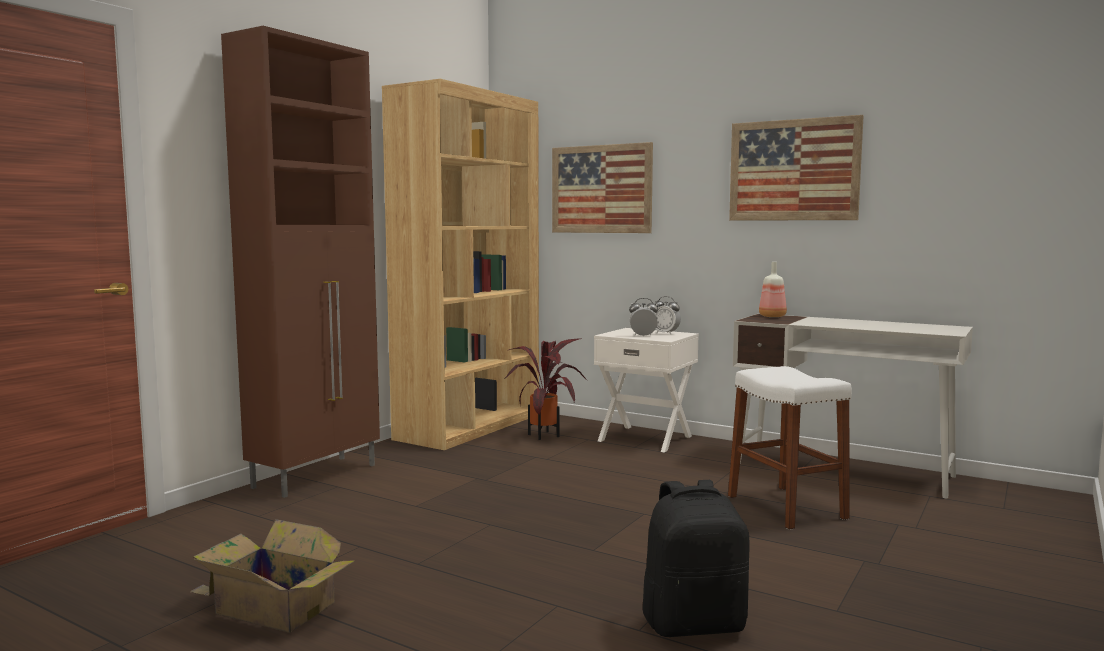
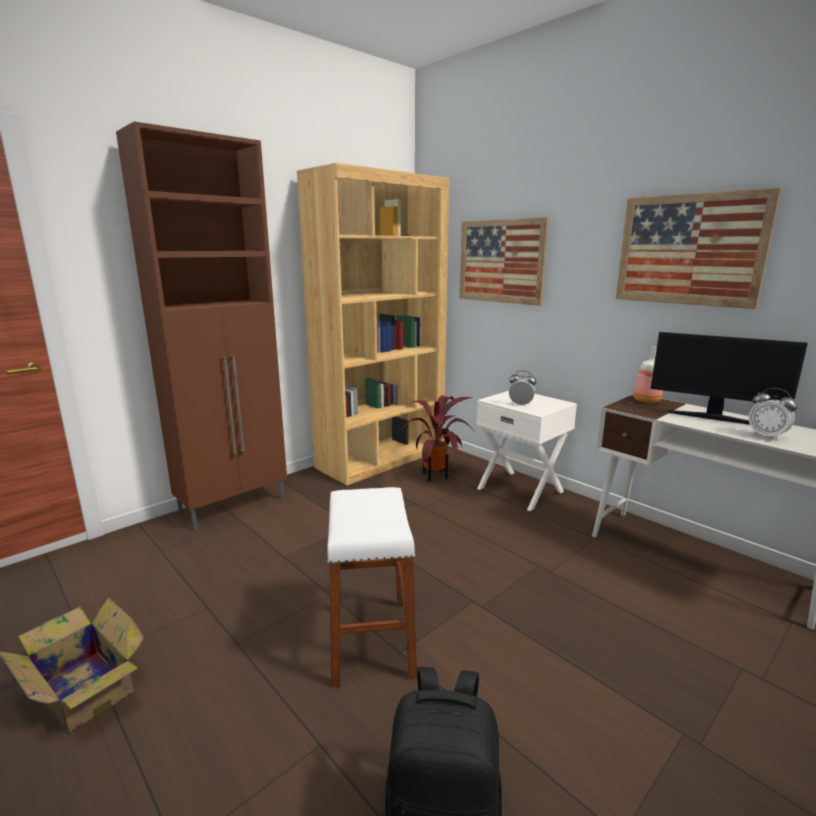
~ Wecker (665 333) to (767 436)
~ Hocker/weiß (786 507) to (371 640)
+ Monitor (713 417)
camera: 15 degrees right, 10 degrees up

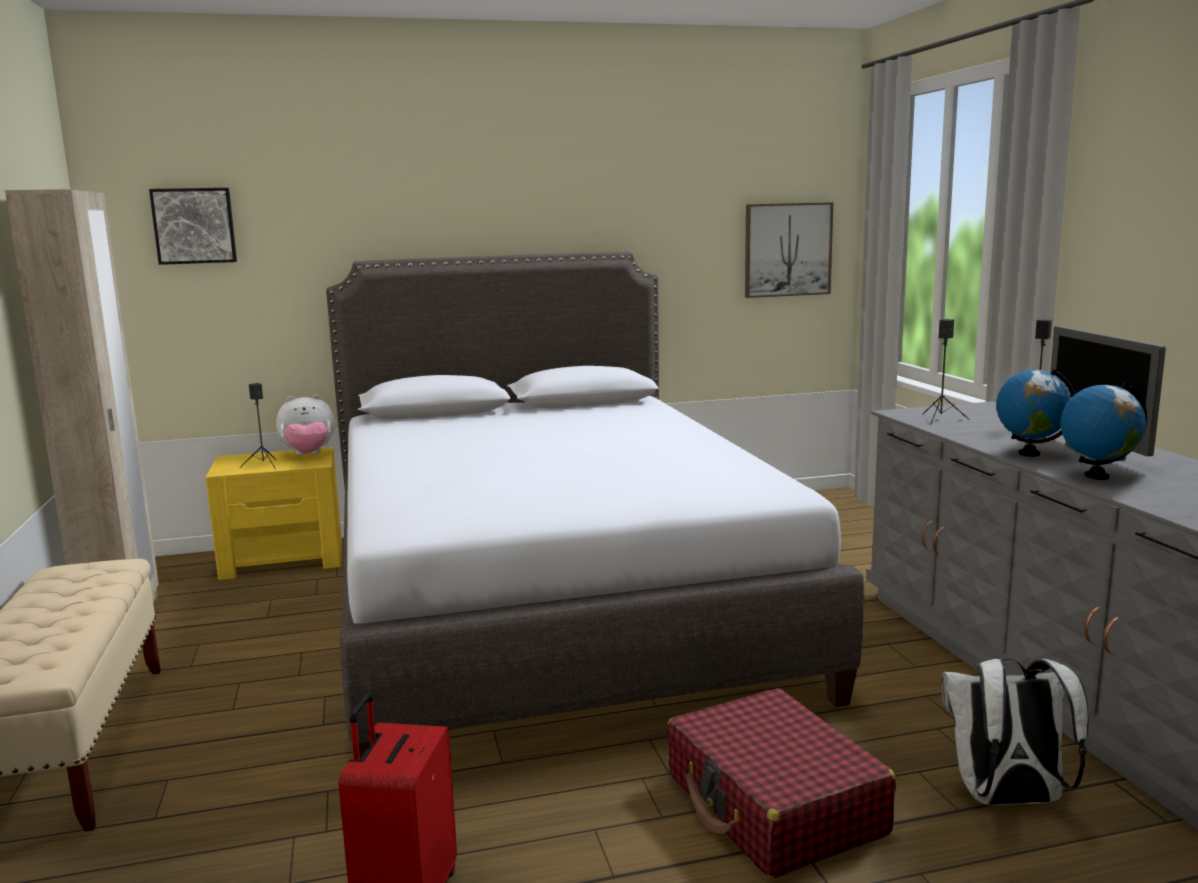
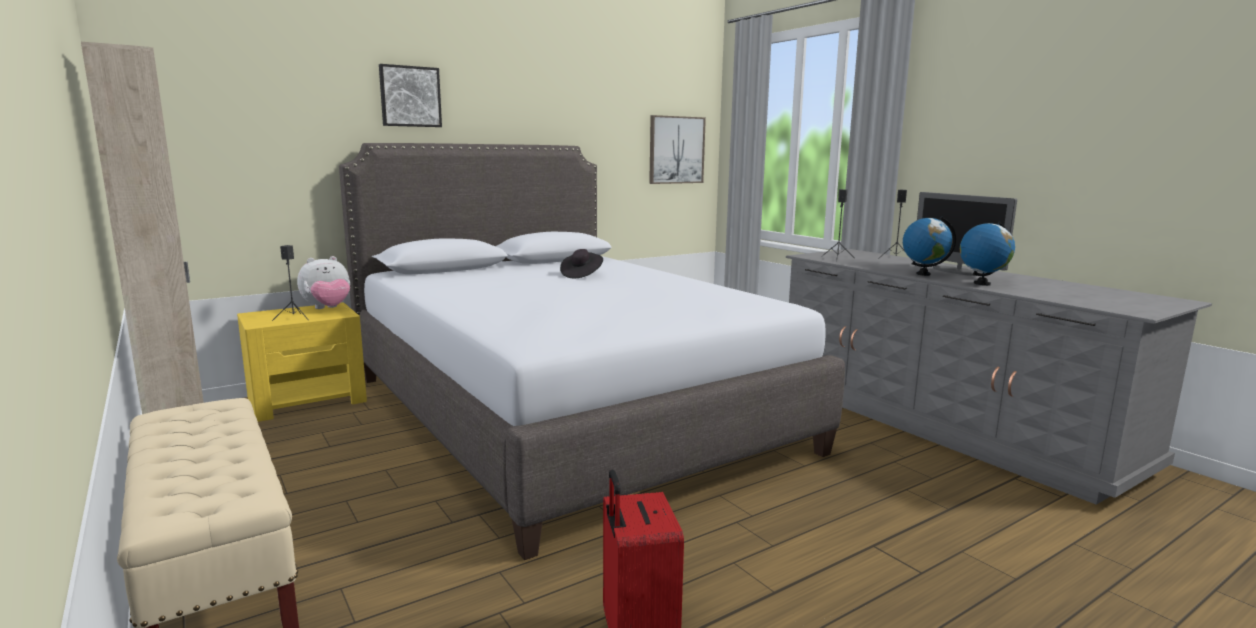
~ Bild (194 226) to (410 96)
- Koffer/rot (774 805)
- Rucksack/weiß (1007 800)
+ Hut/schwarz (581 275)
camera: 20 degrees left, 0 degrees up

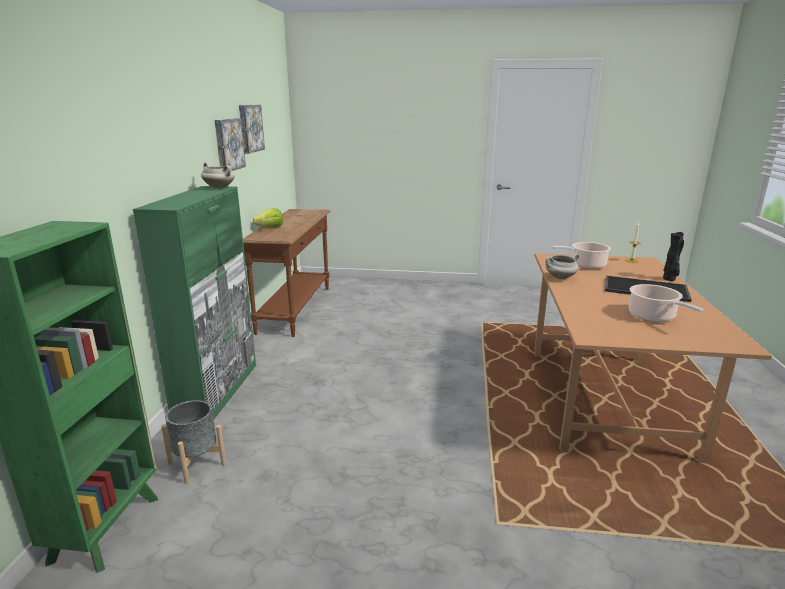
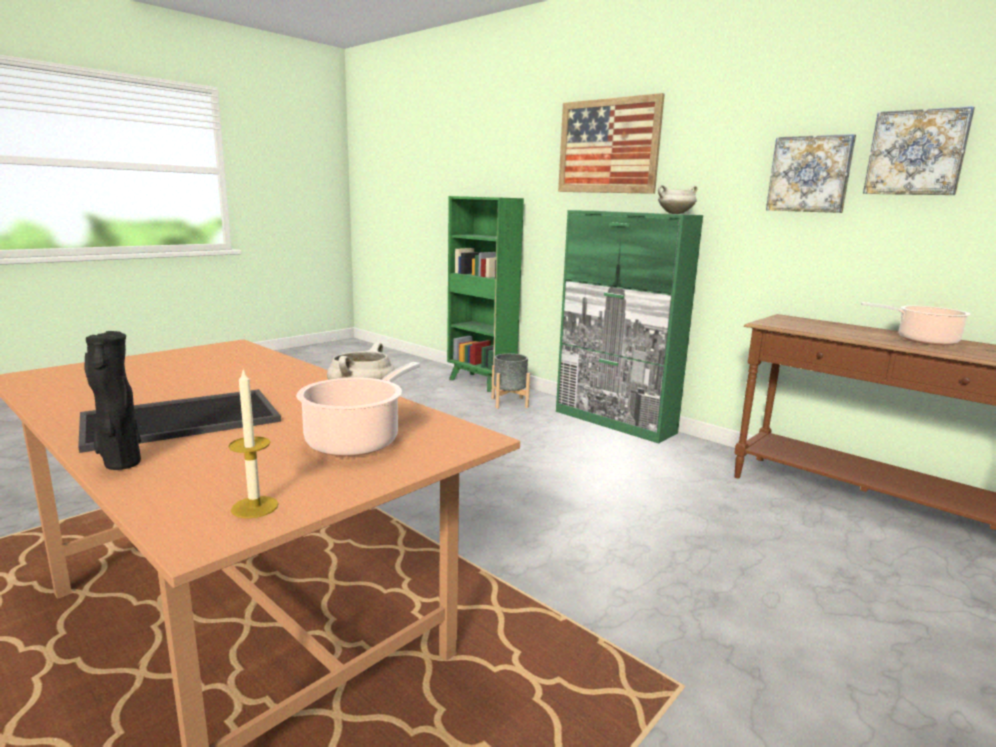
- Salatkopf (270 227)
~ Kochtopf (653 317) to (922 340)
+ Bild (608 146)
camera: 125 degrees right, 5 degrees down

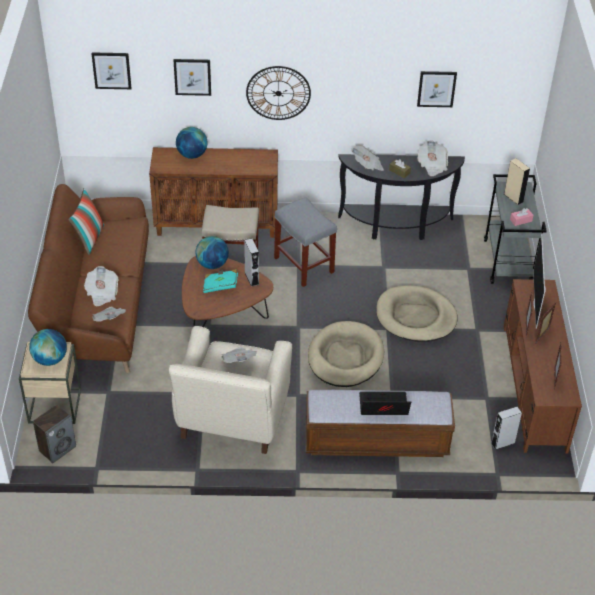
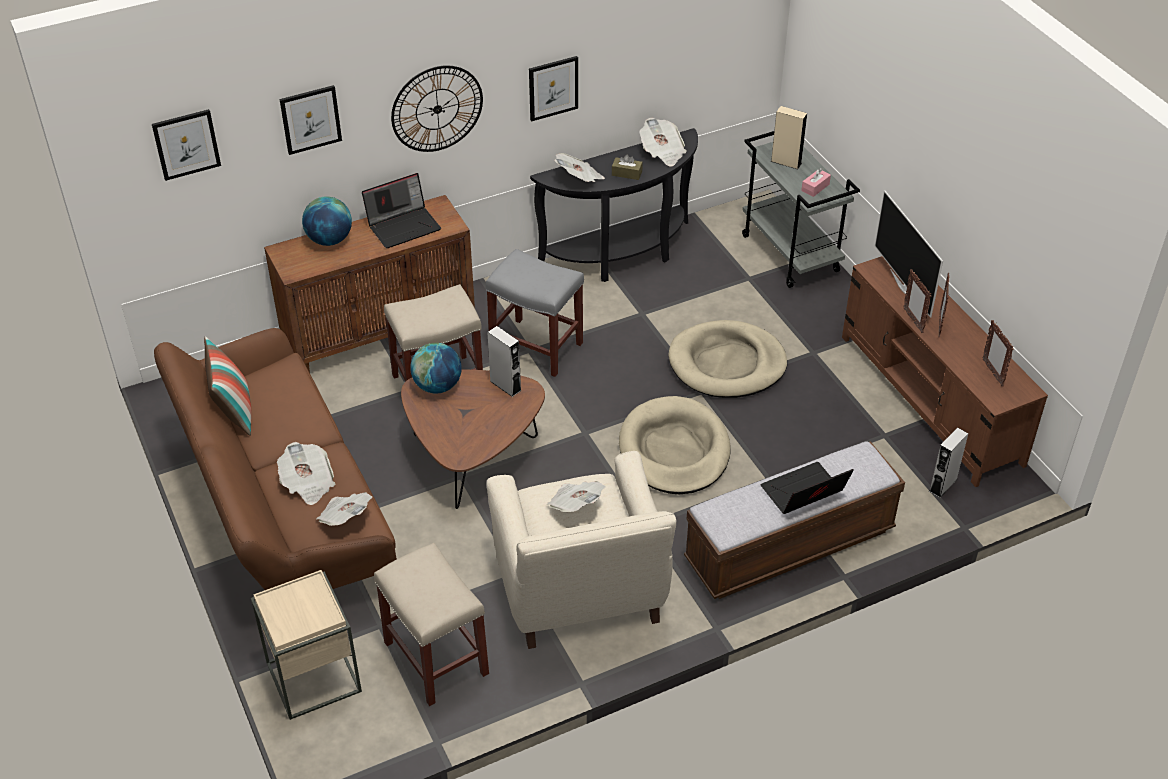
- Globus (50 359)
- Lautsprecher (57 448)
- Buch/türkis (220 286)
~ Bild (436 88) to (553 88)
+ Laptop (404 225)
+ Hocker/beige (435 657)
camera: 25 degrees left, 0 degrees up

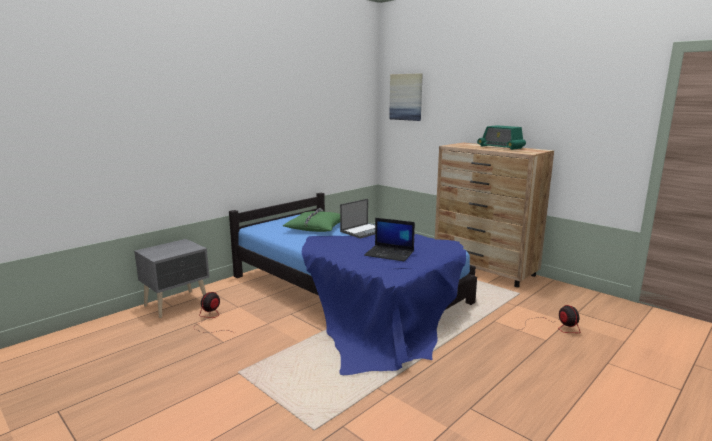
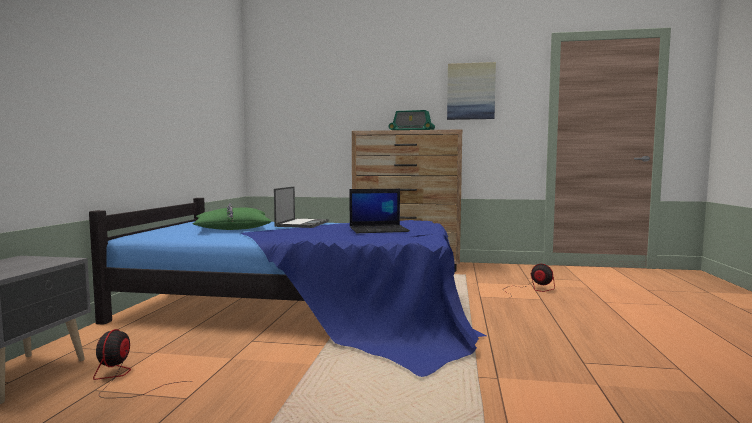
~ Bild (406 97) to (471 91)
camera: 35 degrees left, 10 degrees down

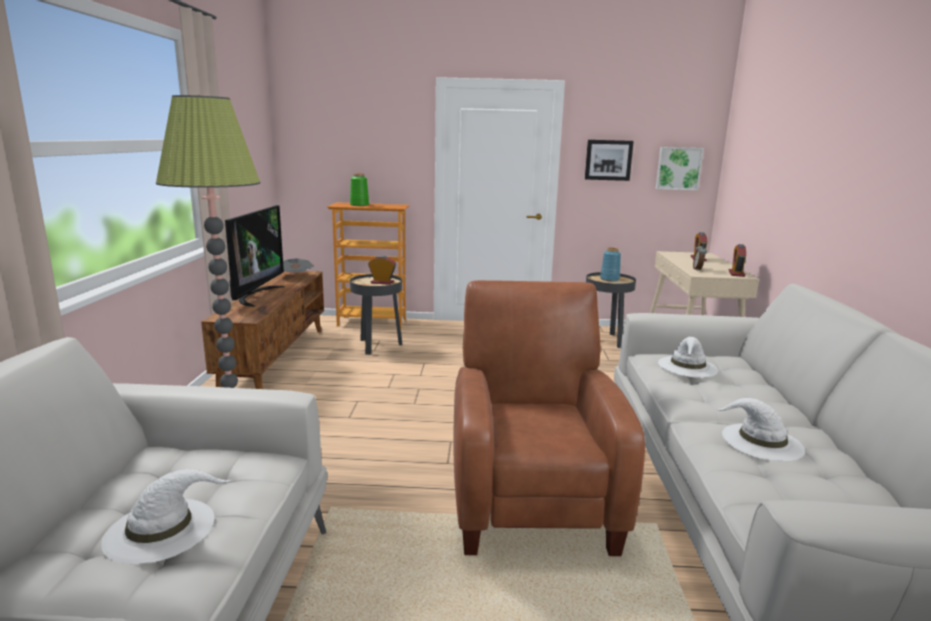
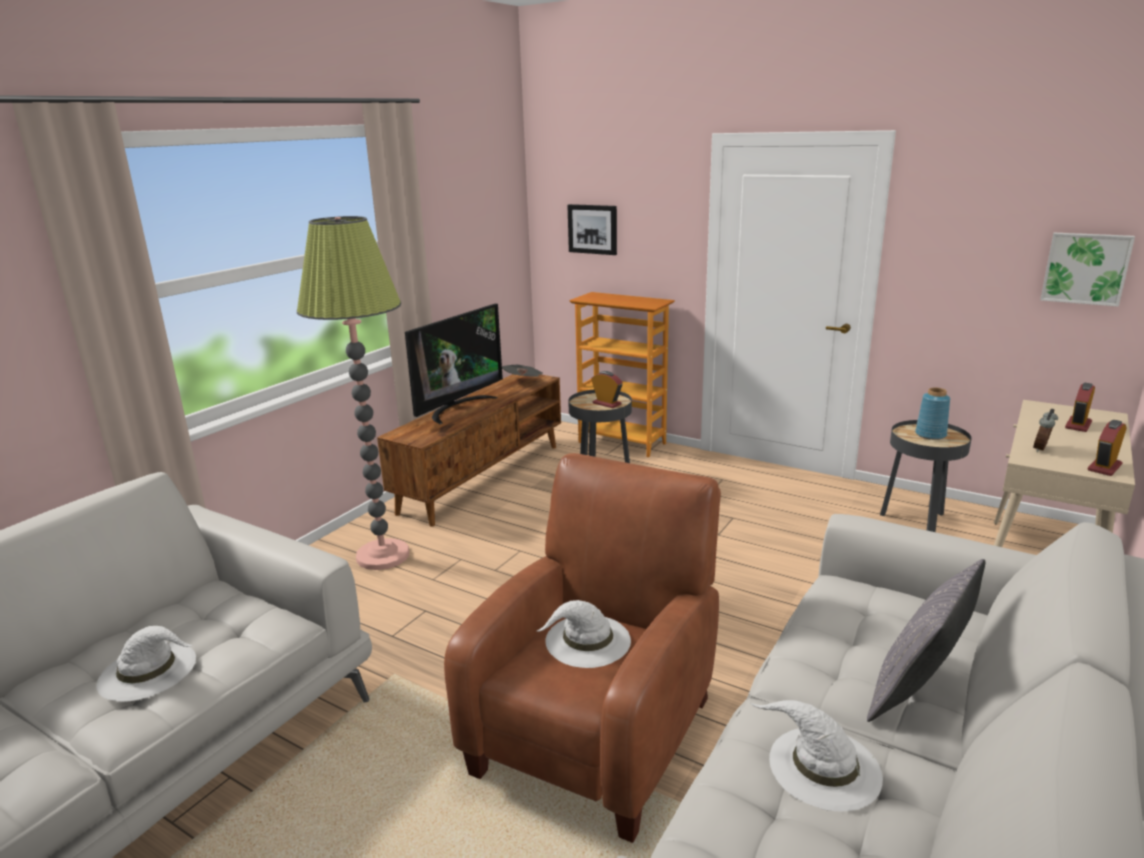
- Vase/grün (359 205)
~ Bild (608 160) to (593 229)
~ Hut/weiß (688 367) to (587 641)
+ Kissen/grau (918 691)
camera: 30 degrees right, 5 degrees up

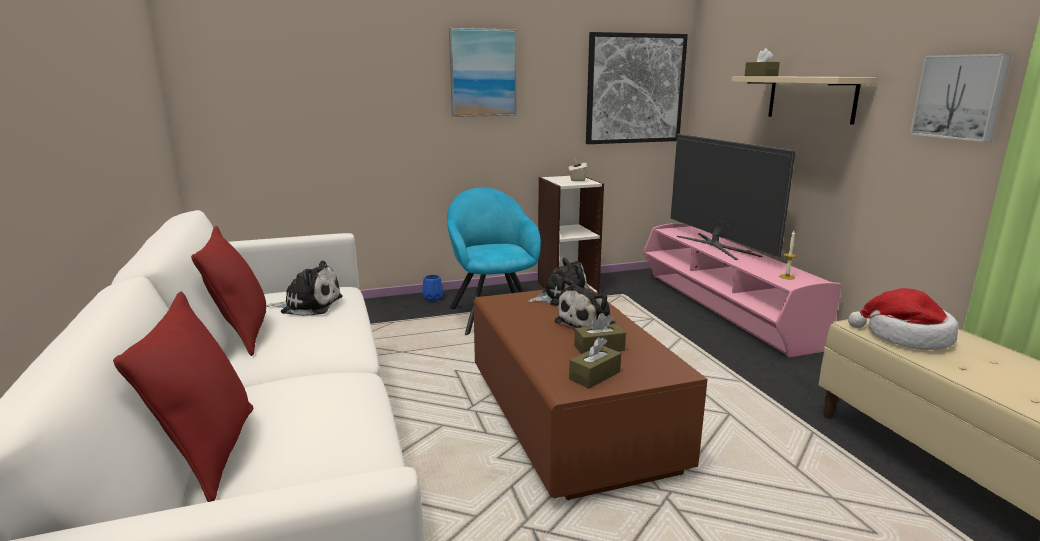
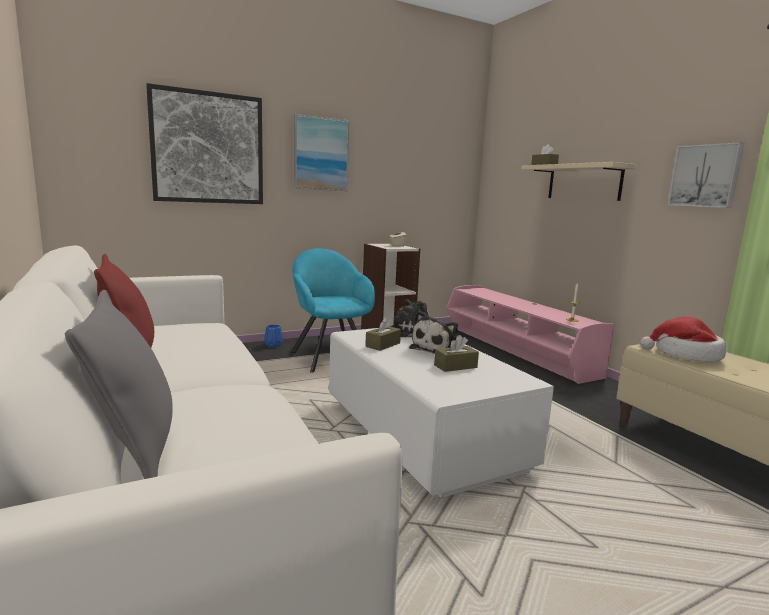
~ Kissen/rot (210 453) to Kissen/grau (135 450)
- Plüschtier (308 305)
~ Couchtisch/braun (570 420) to Couchtisch/weiß (422 435)
~ Taschentuchbox/braun (594 375) to (383 345)
~ Bild (635 89) to (208 148)
- Fernseher (717 246)
camera: 10 degrees left, 5 degrees down

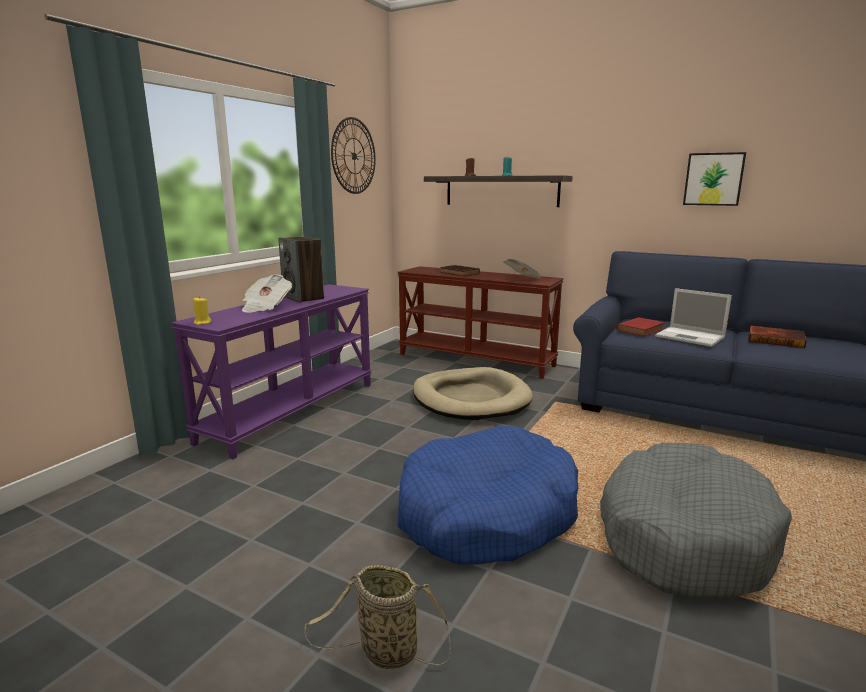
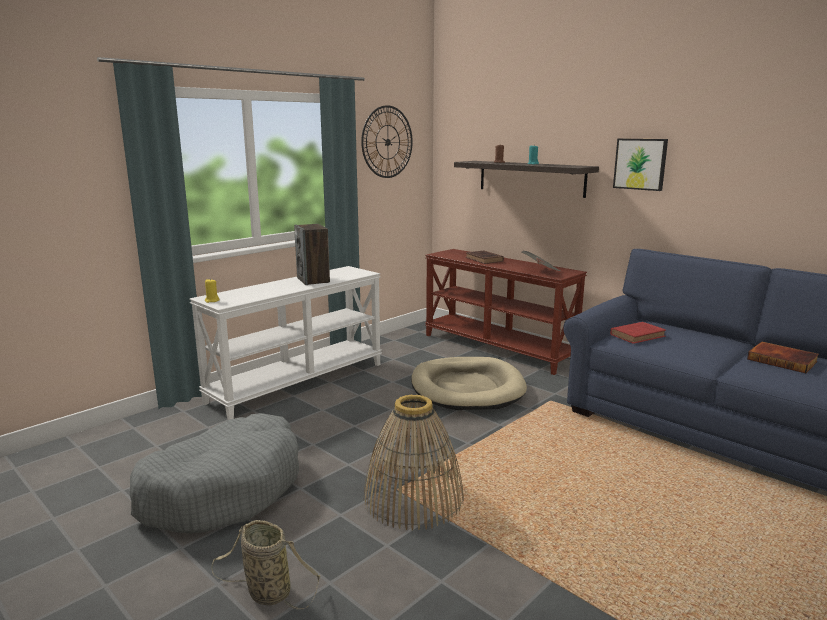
~ Konsolentisch/lila (291 411) to Konsolentisch/weiß (297 382)
- Zeitung (266 307)
~ Hundebett/blau (486 514) to Korb (413 498)
~ Hundebett/grau (683 536) to (223 489)
- Laptop (691 337)
~ Bild (713 179) to (640 164)
camera: 15 degrees right, 0 degrees up

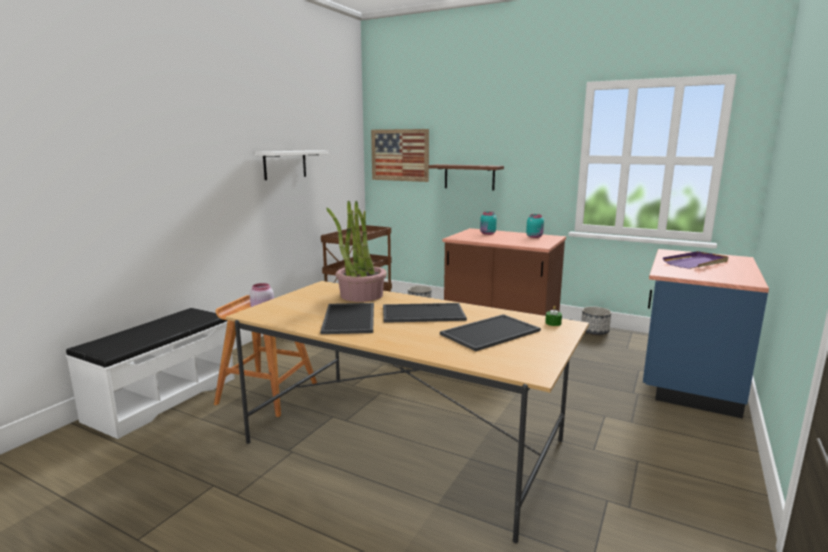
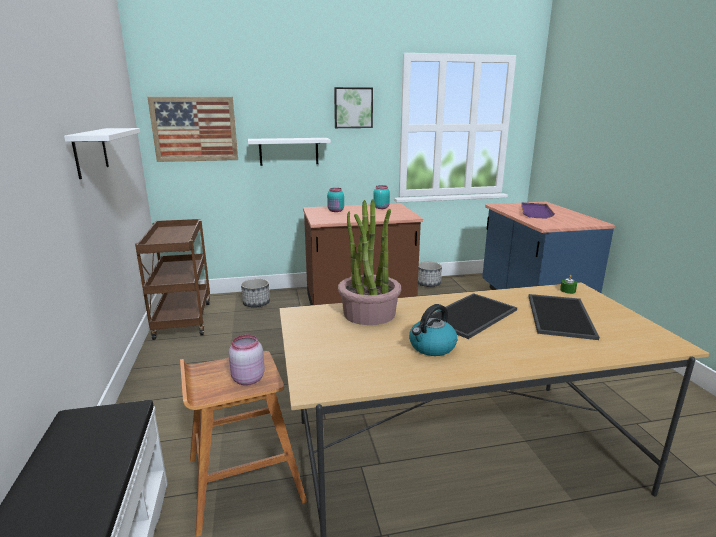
~ Tablett (350 319) to Wasserkessel (431 347)
~ Wandregal/braun (469 177) to Wandregal/weiß (289 151)
+ Bild (353 108)
camera: 40 degrees left, 5 degrees up

